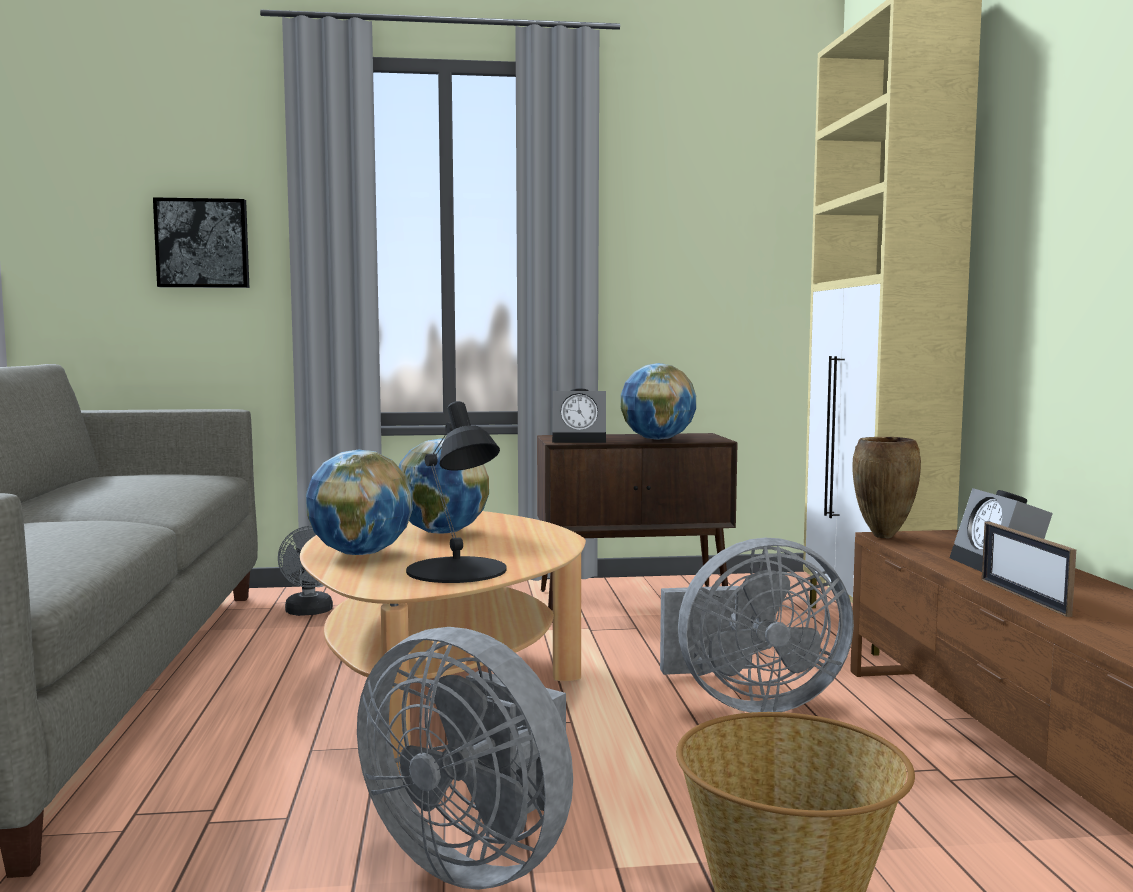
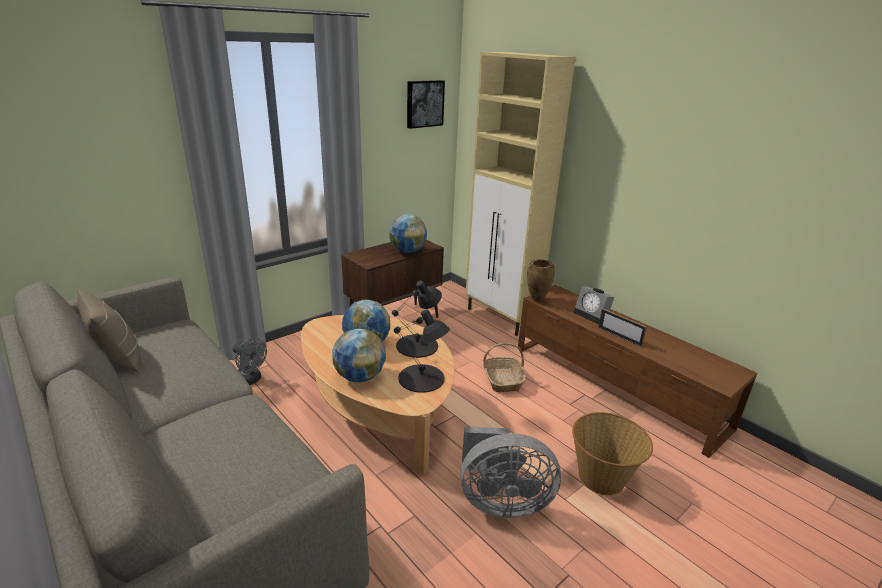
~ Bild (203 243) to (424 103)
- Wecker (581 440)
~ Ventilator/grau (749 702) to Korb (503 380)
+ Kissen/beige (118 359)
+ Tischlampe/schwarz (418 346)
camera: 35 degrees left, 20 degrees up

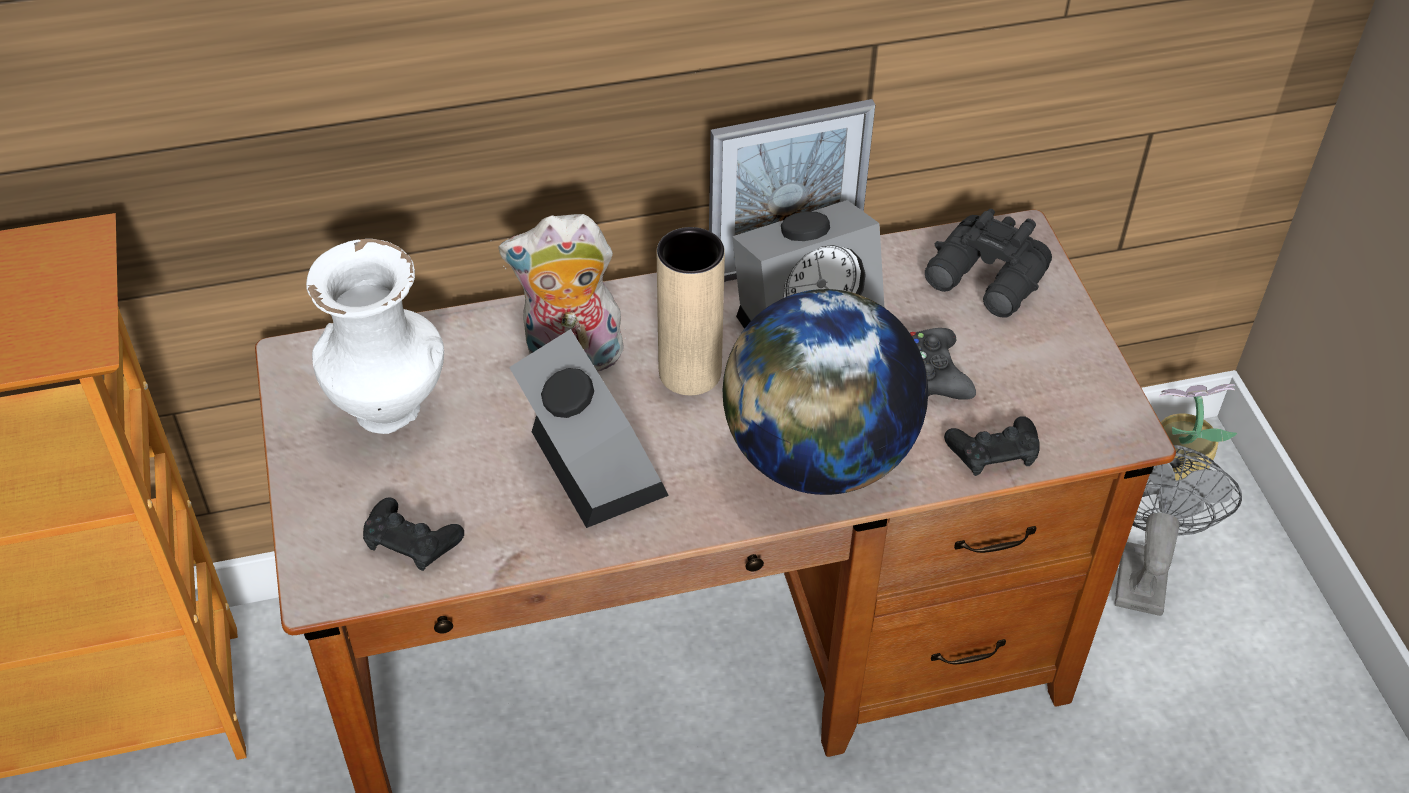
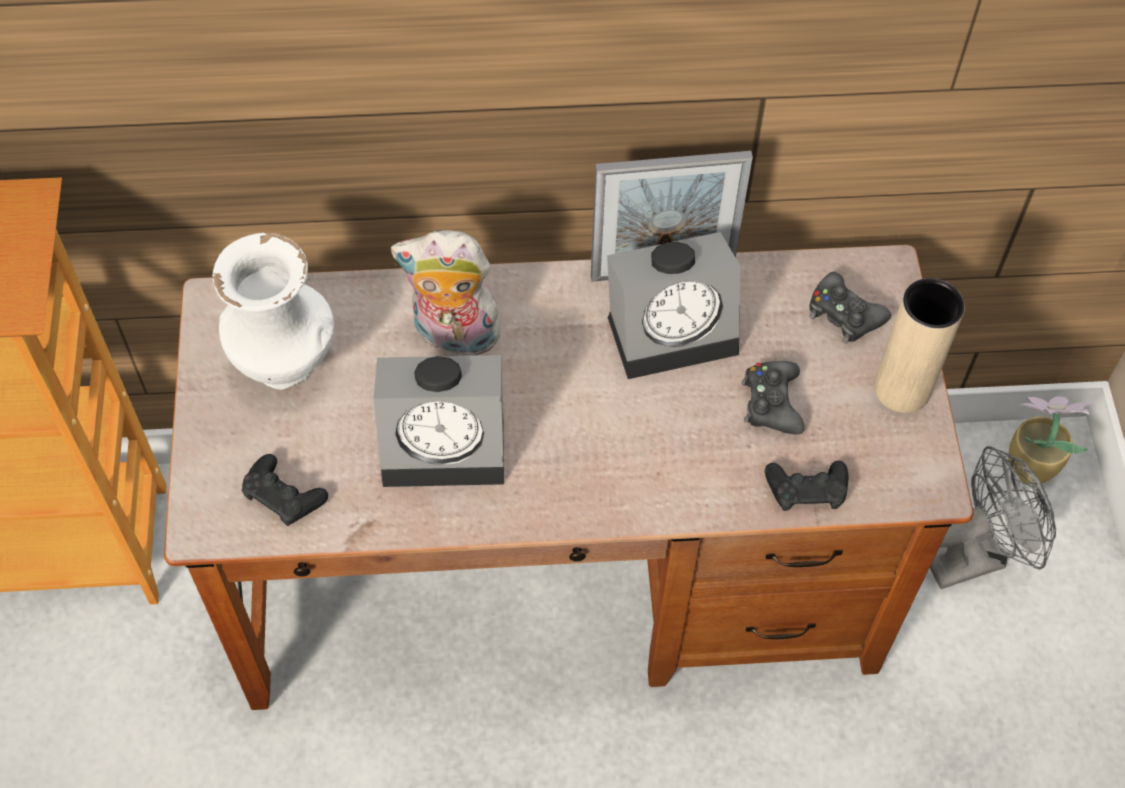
~ Wecker (589 462) = (448 444) 105 degrees clockwise
~ Vase/beige (690 372) to (902 389)
- Globus (818 457)
~ Fernglas/schwarz (986 281) to Gamepad/schwarz (844 314)
~ Ventilator/grau (1140 568) = (974 556) 45 degrees clockwise
camera: 10 degrees right, 10 degrees up

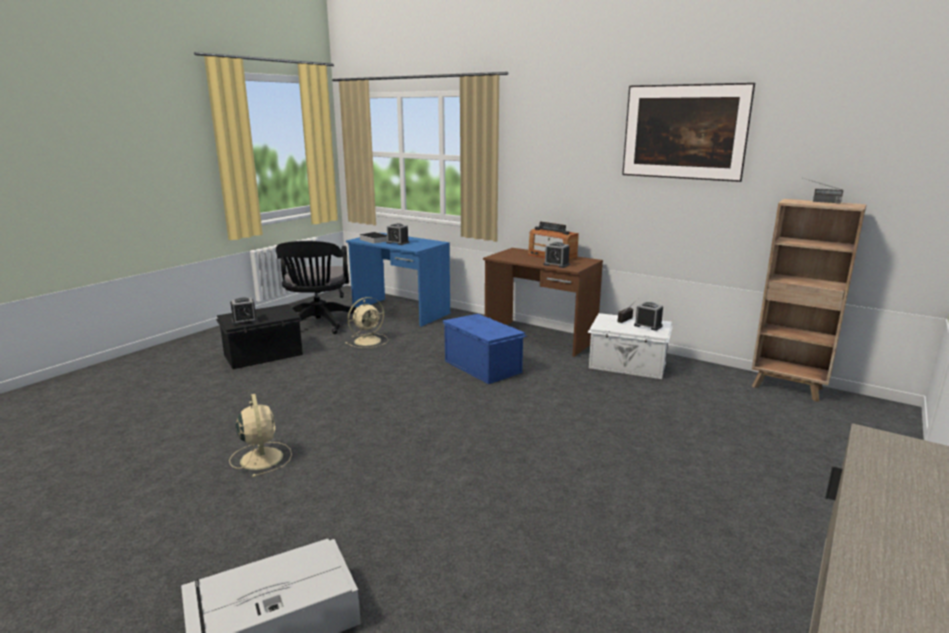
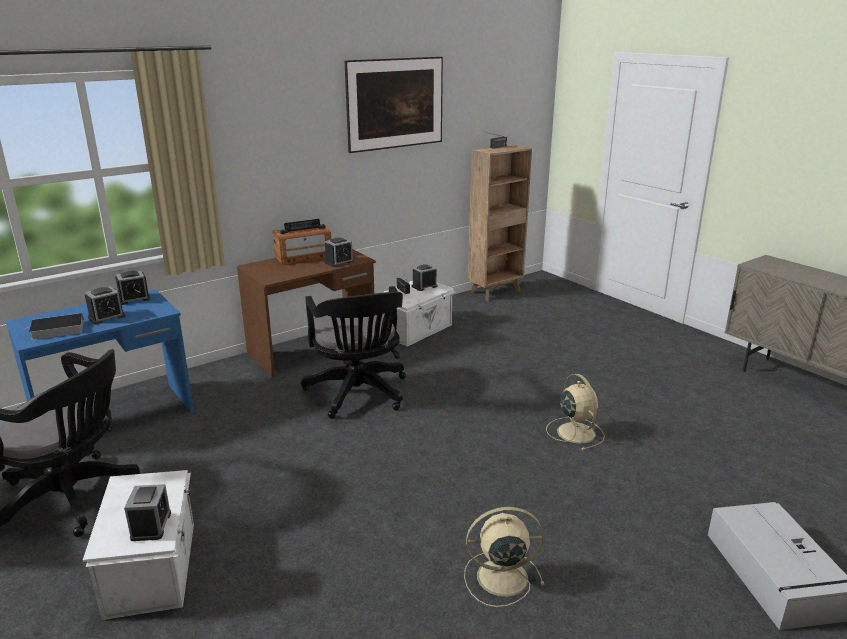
~ Aufbewahrungsbox/schwarz (264 355) to Aufbewahrungsbox/weiß (153 567)
~ Ventilator/beige (368 340) to (575 432)
~ Aufbewahrungsbox/blau (483 366) to Bürostuhl/schwarz (358 395)
+ Wecker (134 299)
camera: 70 degrees left, 5 degrees up

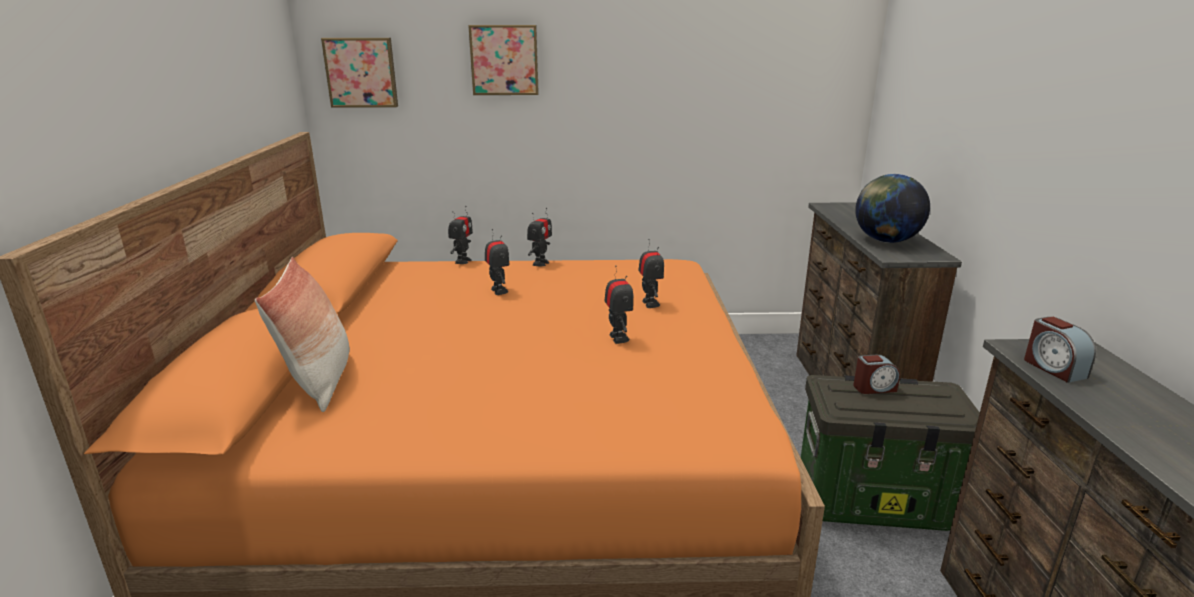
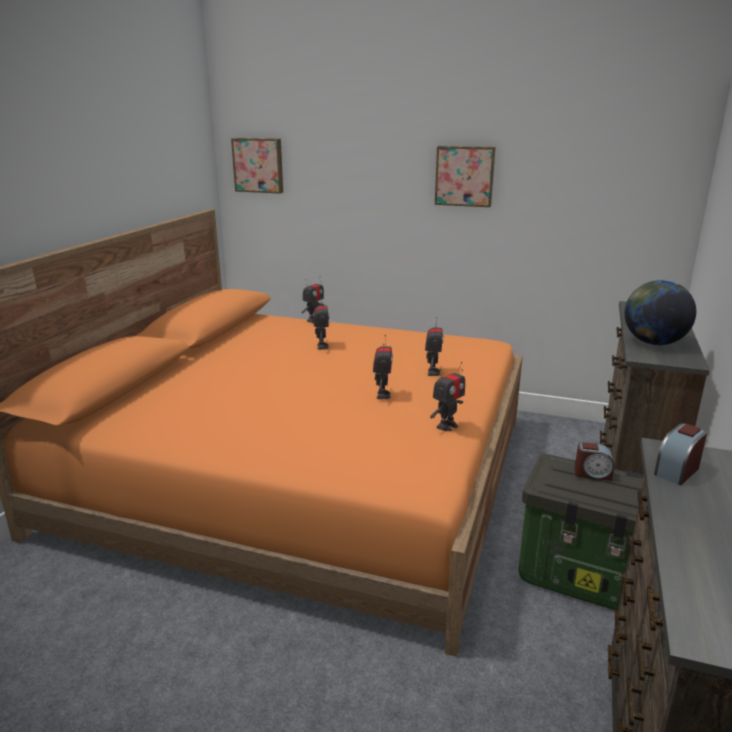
- Kissen (320 382)
~ Bild (504 60) to (464 176)
~ Spielzeugroboter (540 263) to (447 426)
~ Wecker (1053 368) = (677 470) 45 degrees clockwise
camera: 20 degrees right, 0 degrees up

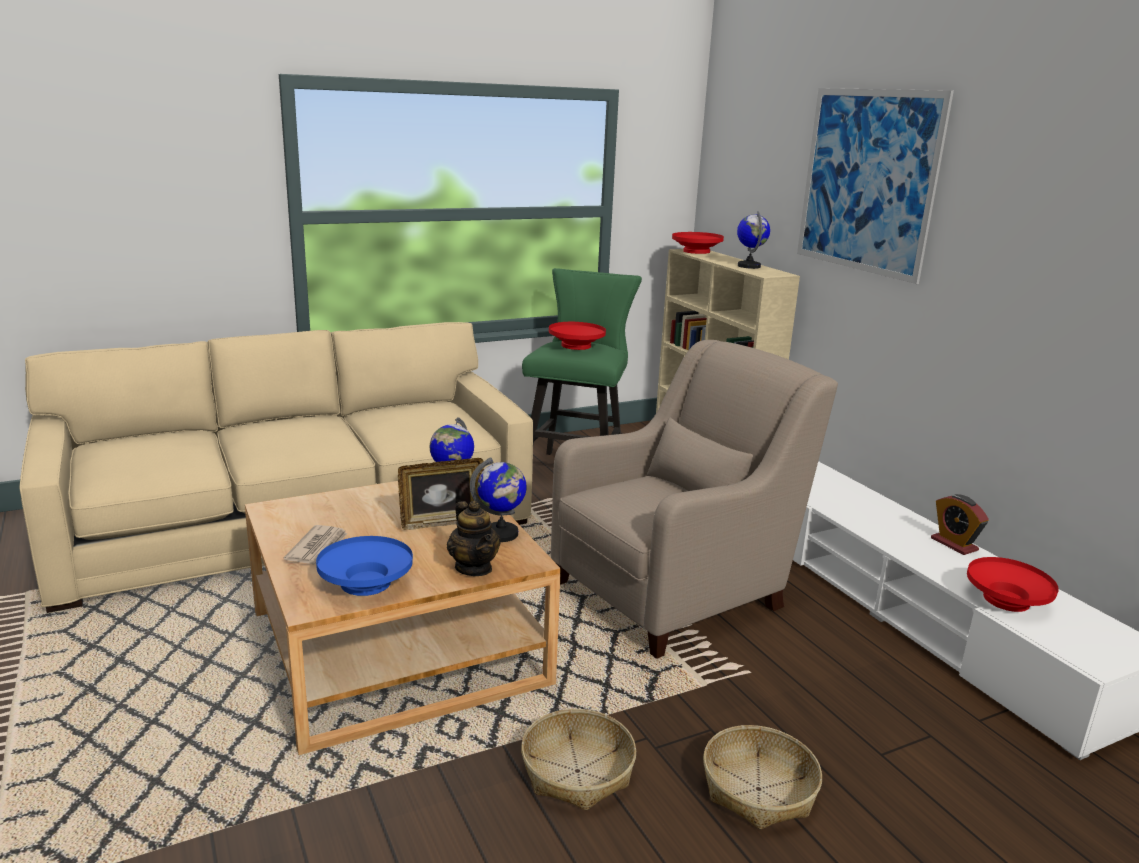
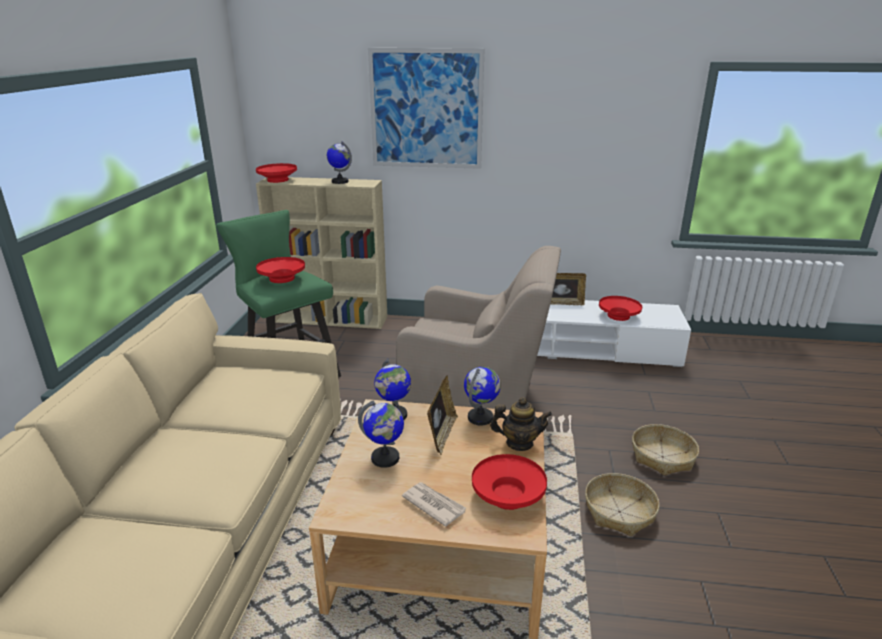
~ Schüssel/blau (366 583) to Schüssel/rot (507 496)
~ Sessel/beige (674 591) = (476 403) 105 degrees clockwise
~ Wecker (954 544) to Bilderrahmen (562 303)
+ Globus (385 458)
camera: 55 degrees left, 5 degrees up

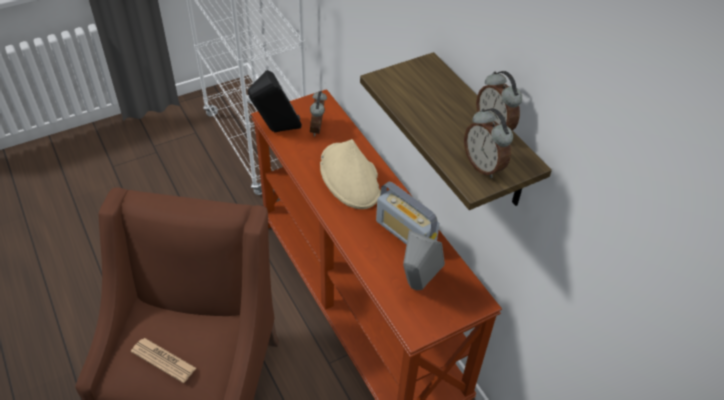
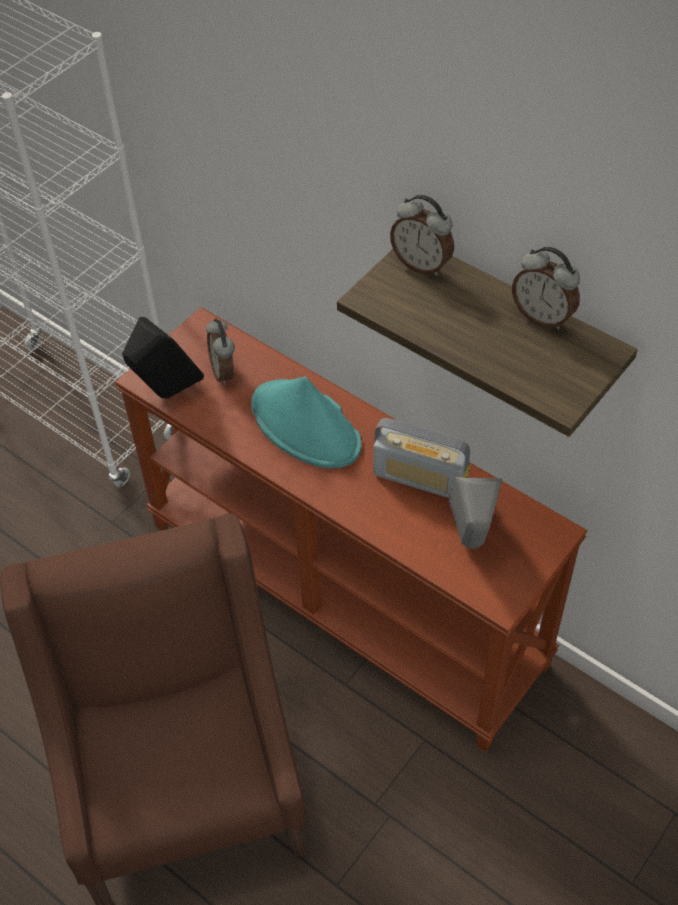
- Zeitung (163 360)
~ Hut/beige (350 177) to Hut/türkis (306 426)
~ Wecker (484 166) to (422 264)
camera: 20 degrees left, 5 degrees up

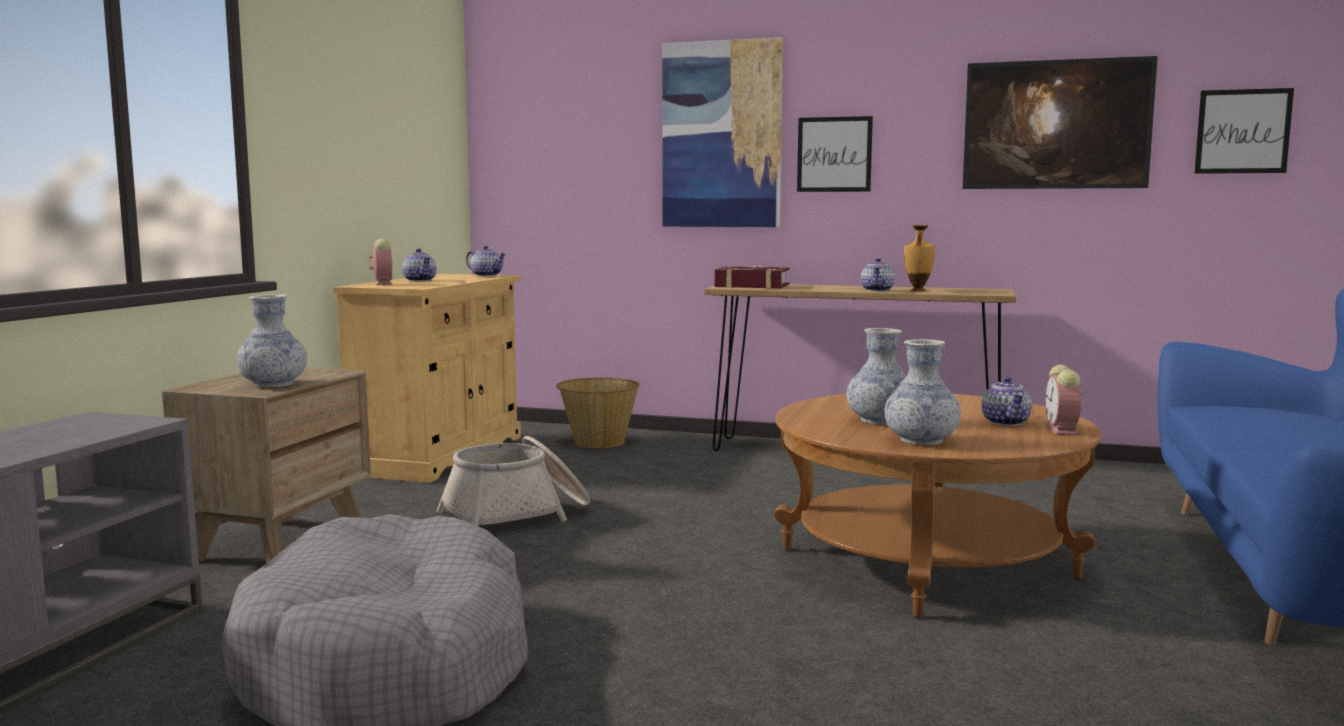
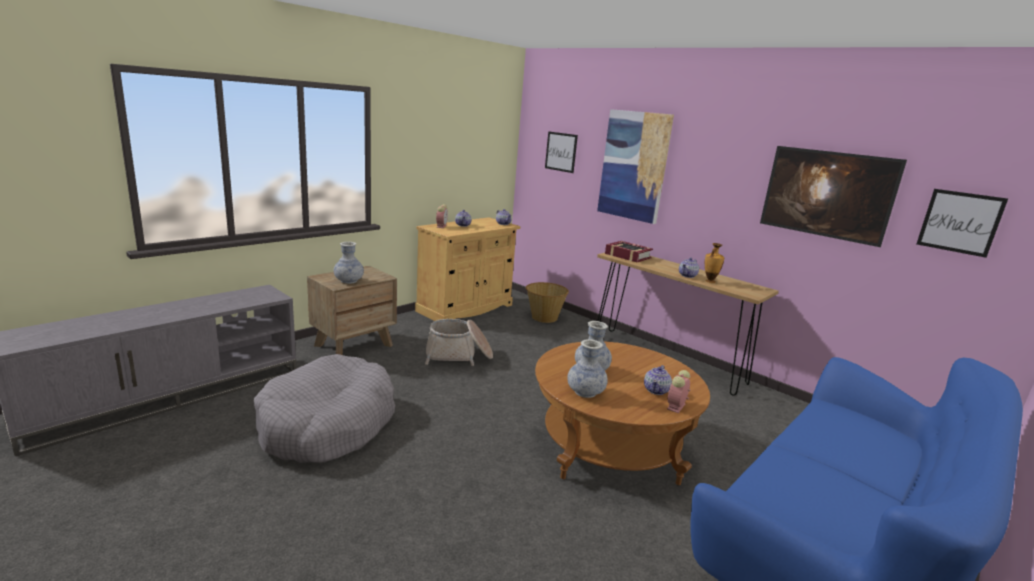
~ Bild (834 154) to (561 152)
camera: 25 degrees right, 10 degrees up

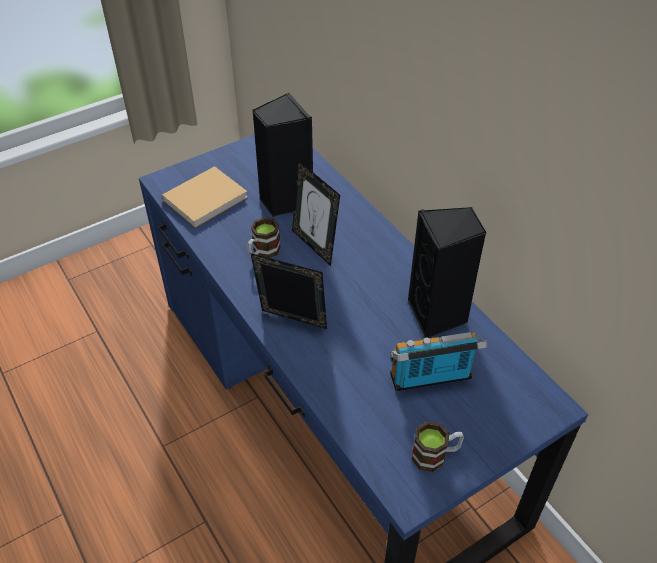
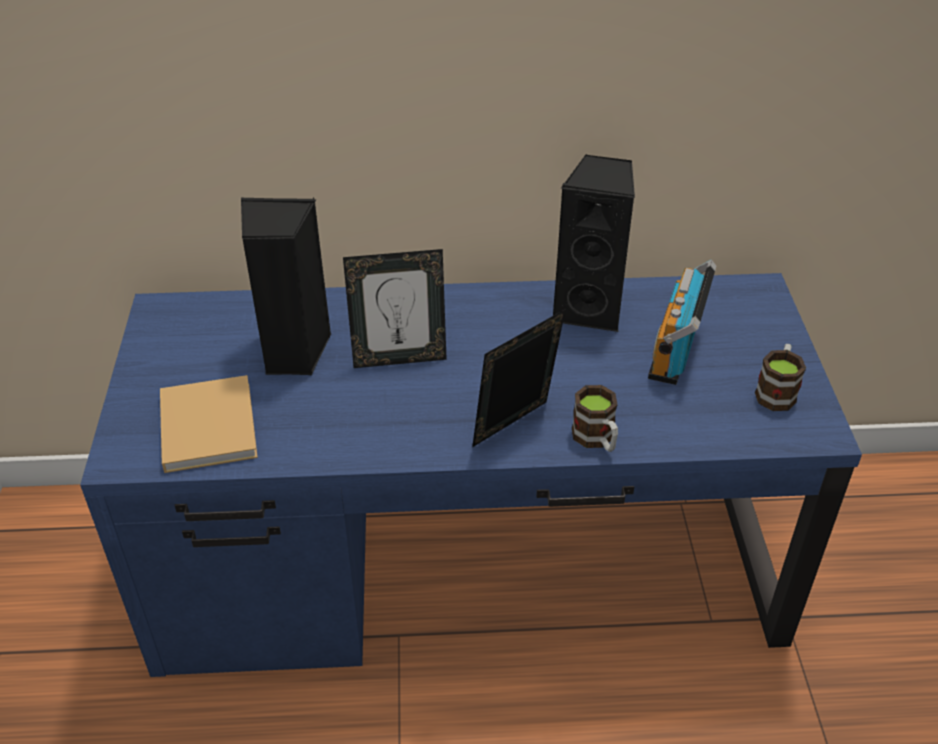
~ Henkelbecher (263 252) to (596 439)
camera: 60 degrees left, 5 degrees down

